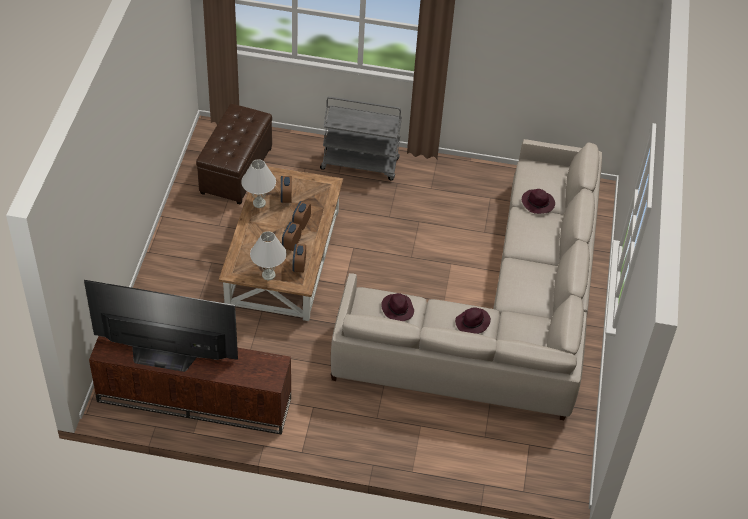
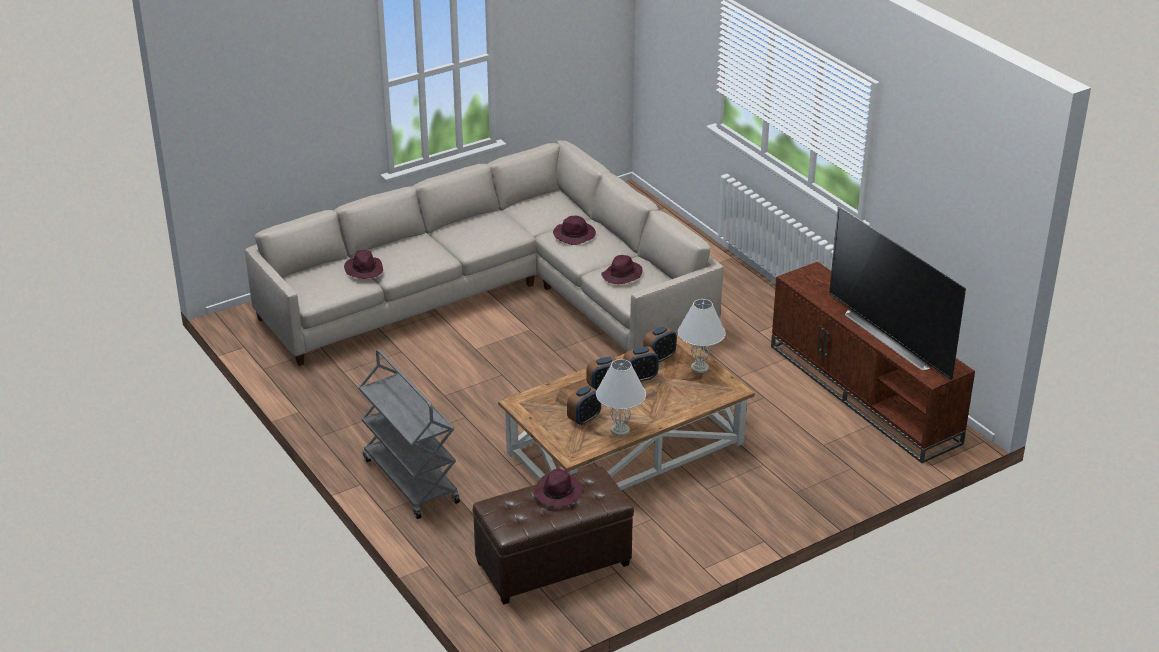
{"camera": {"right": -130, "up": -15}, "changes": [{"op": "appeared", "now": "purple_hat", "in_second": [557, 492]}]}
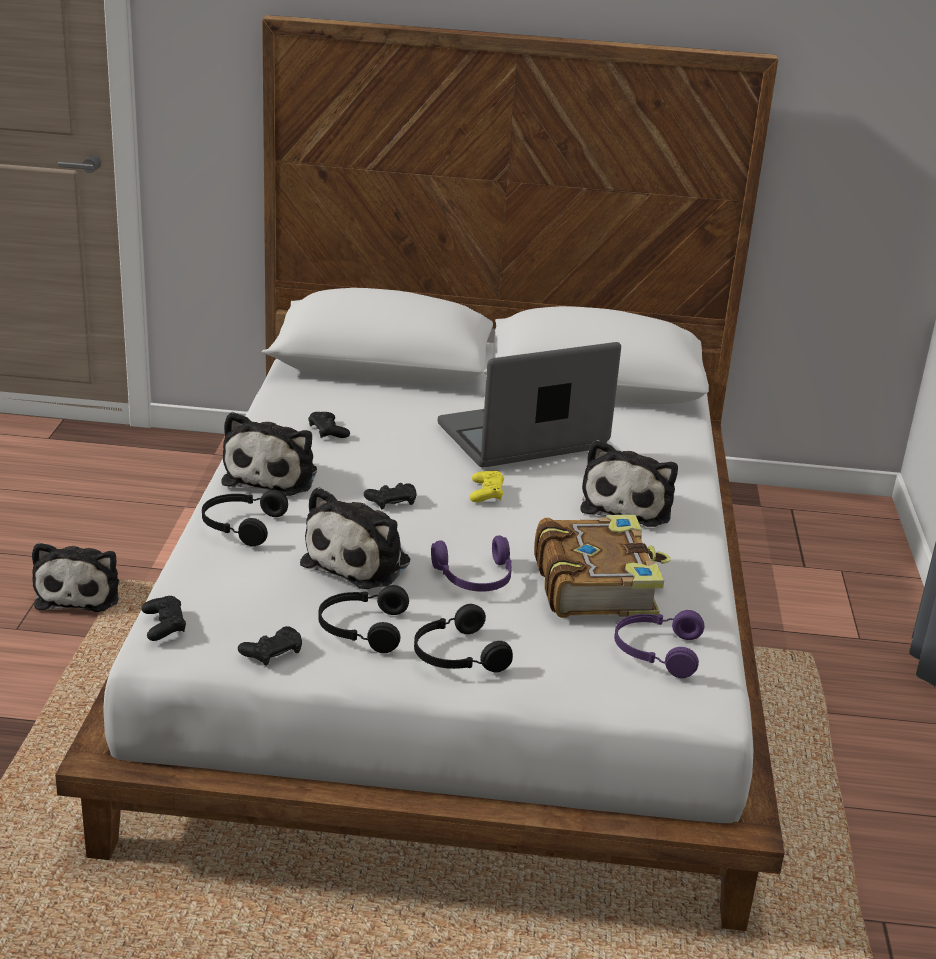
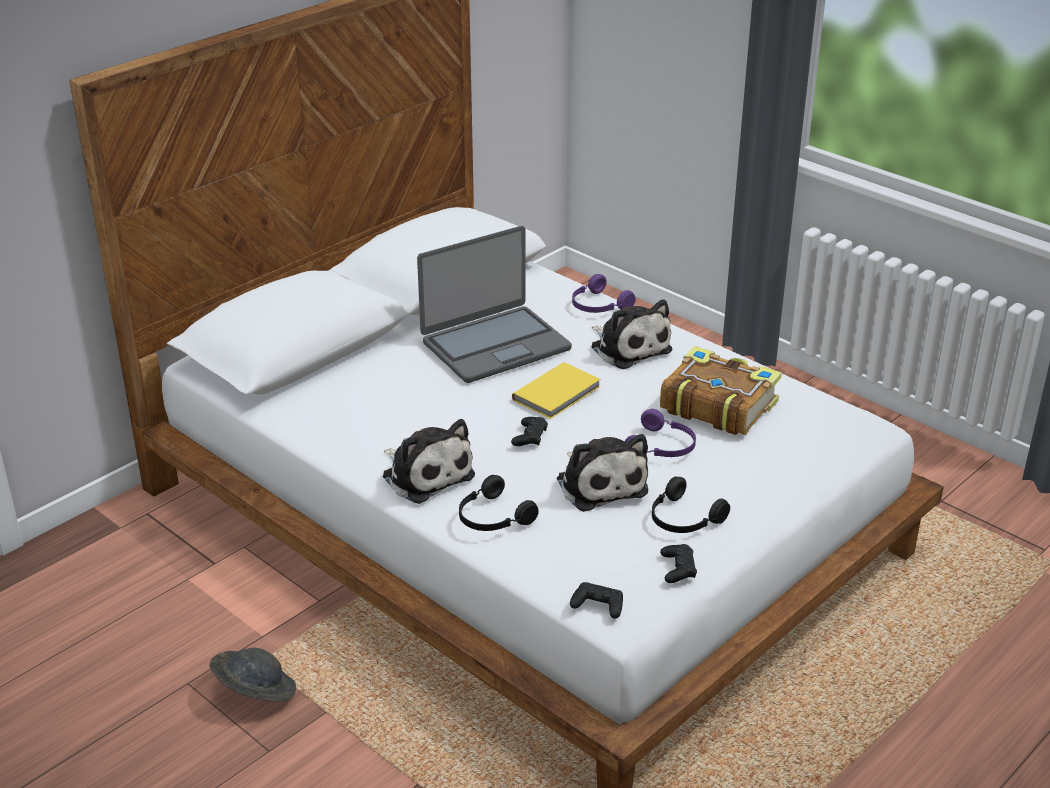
{"camera": {"right": -50, "up": 5}, "changes": [{"op": "spun", "was": "laptop", "in_first": [523, 437], "in_second": [495, 345], "clockwise": -135}, {"op": "missing", "was": "blackish_gamepad", "in_first": [328, 431]}, {"op": "exchanged", "was": "yellowish_gamepad", "now": "yellowish_bound_book", "in_first": [486, 492], "in_second": [559, 393]}, {"op": "exchanged", "was": "soft_toy", "now": "greyish_hat", "in_first": [80, 592], "in_second": [254, 691]}, {"op": "missing", "was": "blackish_pair_of_headphones", "in_first": [456, 655]}, {"op": "relocated", "was": "purple_pair_of_headphones", "in_first": [656, 651], "in_second": [598, 306]}]}
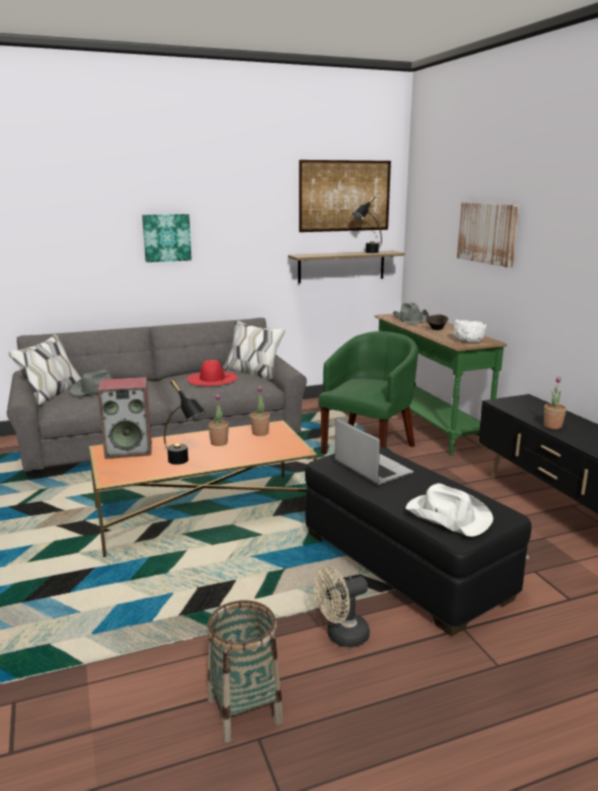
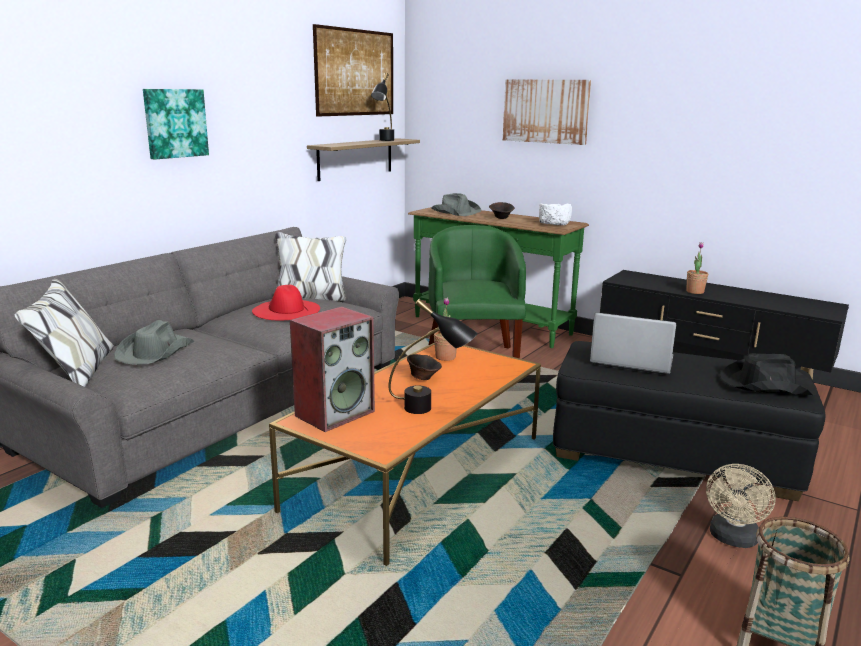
{"camera": {"right": -35, "up": 0}, "changes": [{"op": "exchanged", "was": "houseplant", "now": "brown_deep_dish", "in_first": [219, 443], "in_second": [423, 378]}, {"op": "colour", "was": "white_hat", "now": "blackish_hat", "in_first": [447, 515], "in_second": [765, 384]}]}
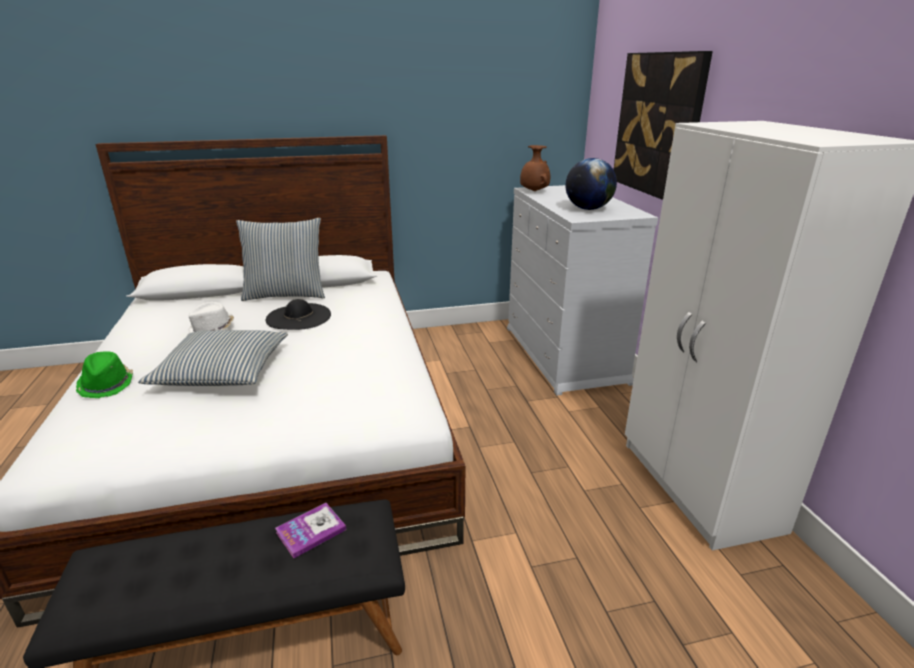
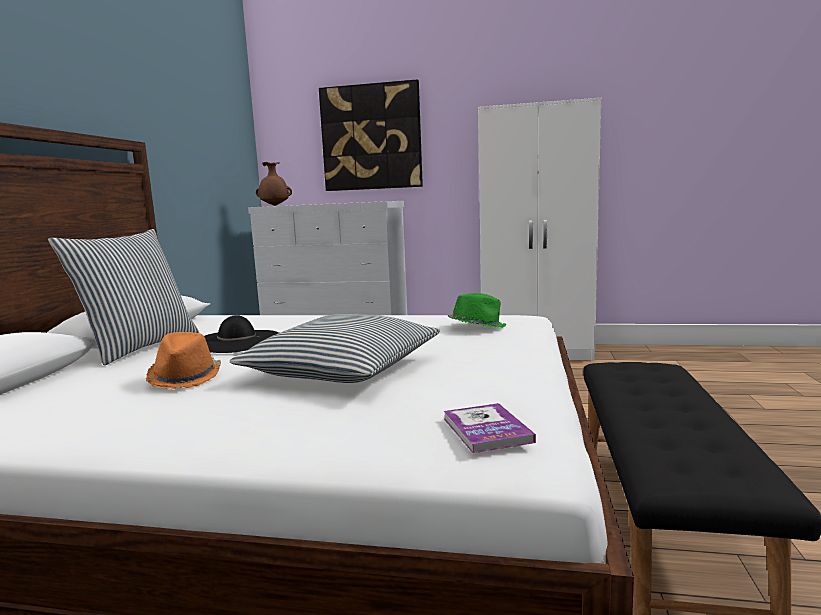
{"camera": {"right": -65, "up": -15}, "changes": [{"op": "missing", "was": "desk_globe", "in_first": [588, 209]}, {"op": "colour", "was": "white_hat", "now": "orangey_hat", "in_first": [212, 329], "in_second": [185, 377]}, {"op": "relocated", "was": "greenish_hat", "in_first": [107, 384], "in_second": [476, 326]}, {"op": "relocated", "was": "bound_book", "in_first": [311, 531], "in_second": [486, 430]}]}
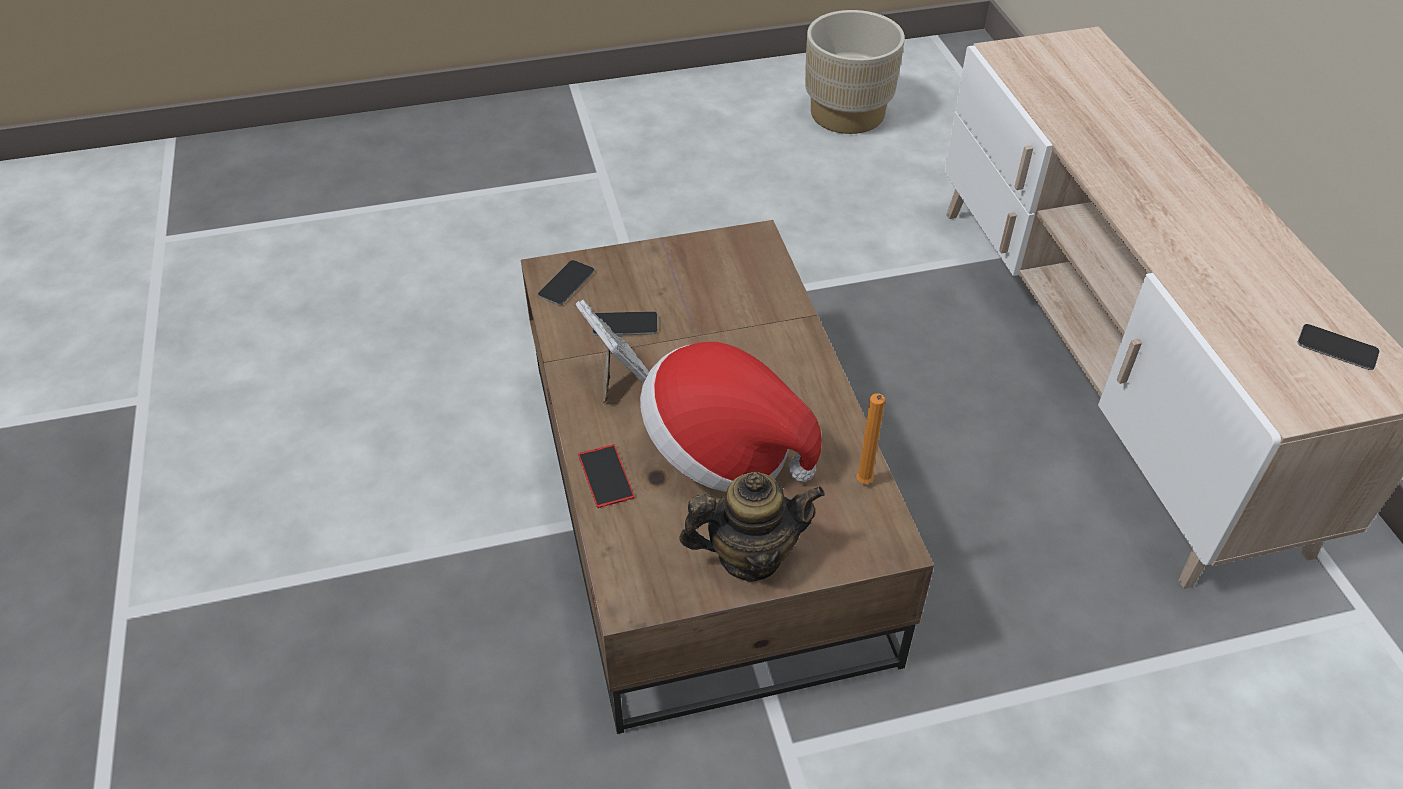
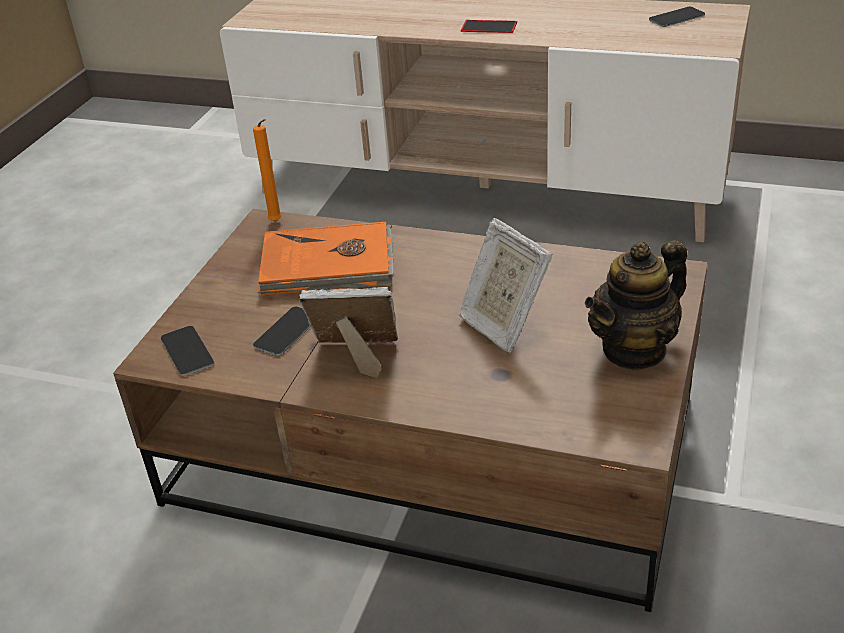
{"camera": {"right": -55, "up": -10}, "changes": [{"op": "missing", "was": "beige-coloured_plant_pot", "in_first": [847, 113]}, {"op": "exchanged", "was": "hat", "now": "standing_frame", "in_first": [724, 450], "in_second": [502, 324]}, {"op": "relocated", "was": "orangey_wax_light", "in_first": [863, 484], "in_second": [277, 222]}, {"op": "relocated", "was": "phone", "in_first": [605, 476], "in_second": [489, 27]}, {"op": "spun", "was": "pot_for_tea", "in_first": [749, 555], "in_second": [634, 349], "clockwise": -150}, {"op": "appeared", "now": "orangey_bound_book", "in_second": [328, 266]}]}
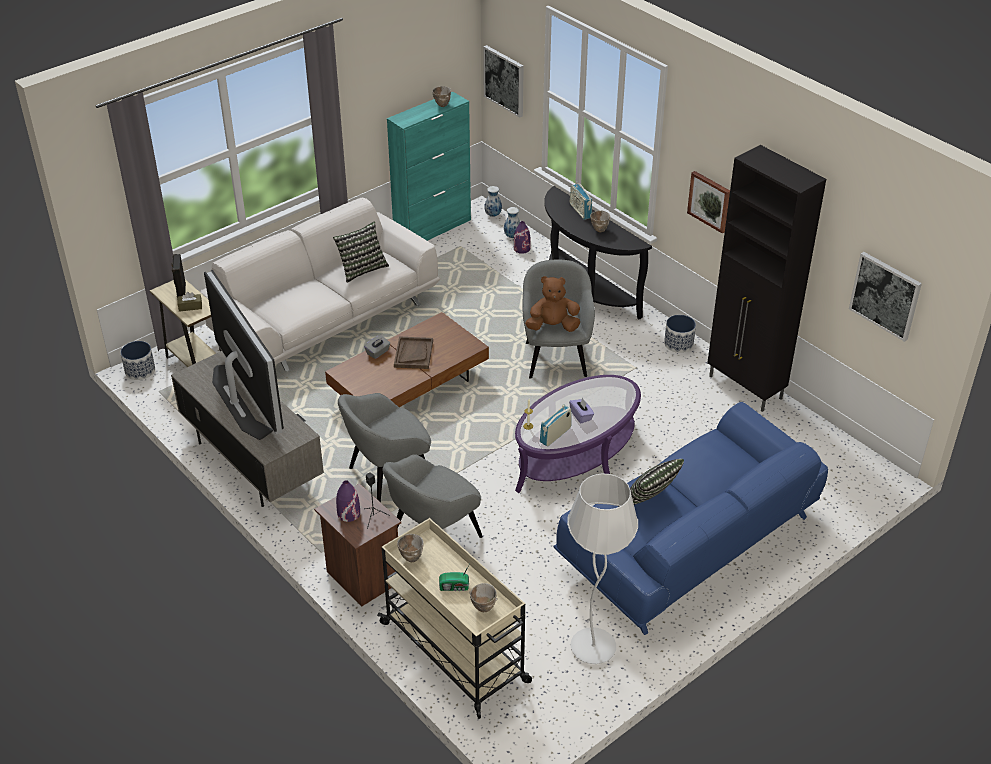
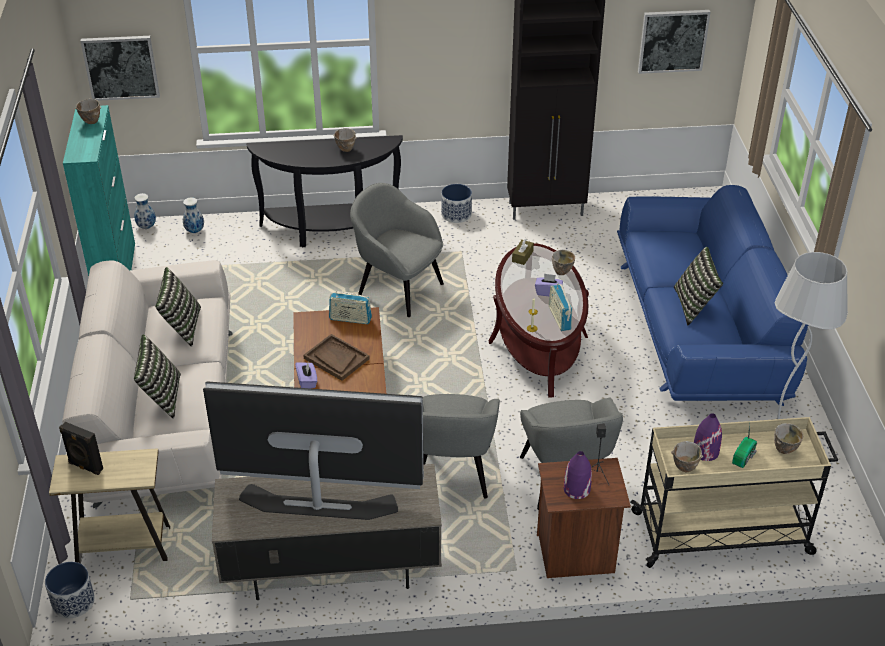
{"camera": {"right": -55, "up": 0}, "changes": [{"op": "missing", "was": "picture", "in_first": [710, 201]}, {"op": "relocated", "was": "radio", "in_first": [580, 211], "in_second": [350, 319]}, {"op": "relocated", "was": "purple_flower_vase", "in_first": [522, 248], "in_second": [705, 451]}, {"op": "missing", "was": "brown_soft_toy", "in_first": [553, 327]}, {"op": "relocated", "was": "brown_tissue_box", "in_first": [190, 306], "in_second": [522, 256]}, {"op": "colour", "was": "greyish_tissue_box", "now": "purple_tissue_box", "in_first": [378, 352], "in_second": [307, 381]}, {"op": "colour", "was": "purple_coffee_table", "now": "brown_coffee_table", "in_first": [576, 455], "in_second": [538, 339]}, {"op": "appeared", "now": "deep_dish", "in_second": [561, 273]}, {"op": "appeared", "now": "cushion", "in_second": [161, 397]}]}
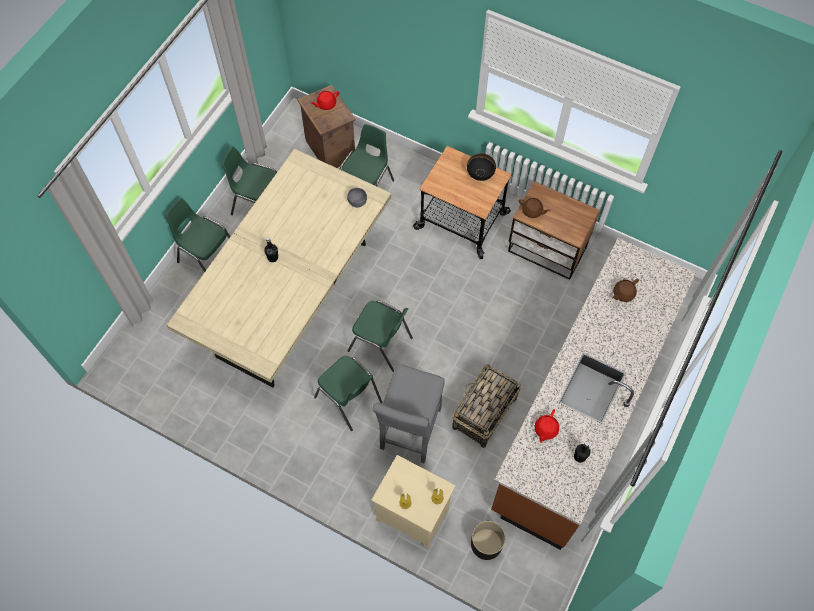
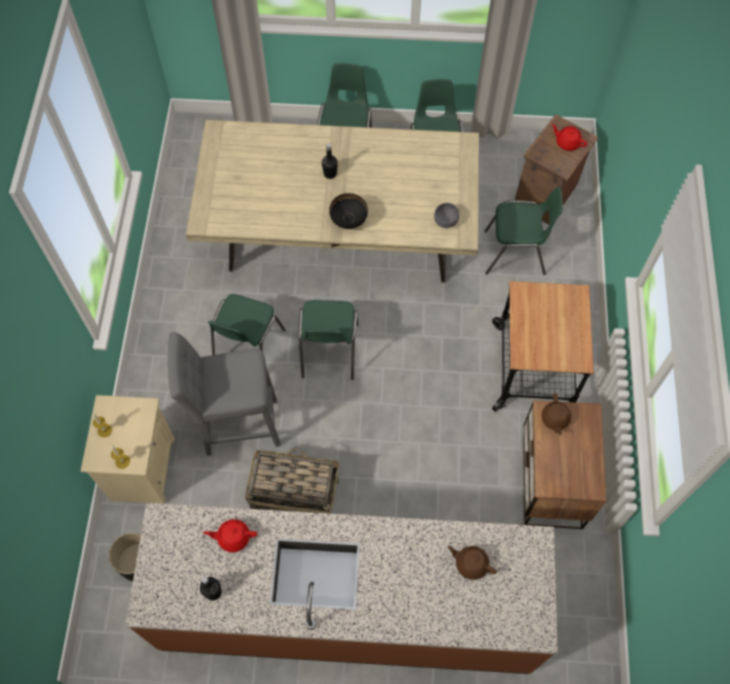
{"camera": {"right": 65, "up": 0}, "changes": [{"op": "relocated", "was": "blackish_deep_dish", "in_first": [480, 175], "in_second": [348, 221]}]}
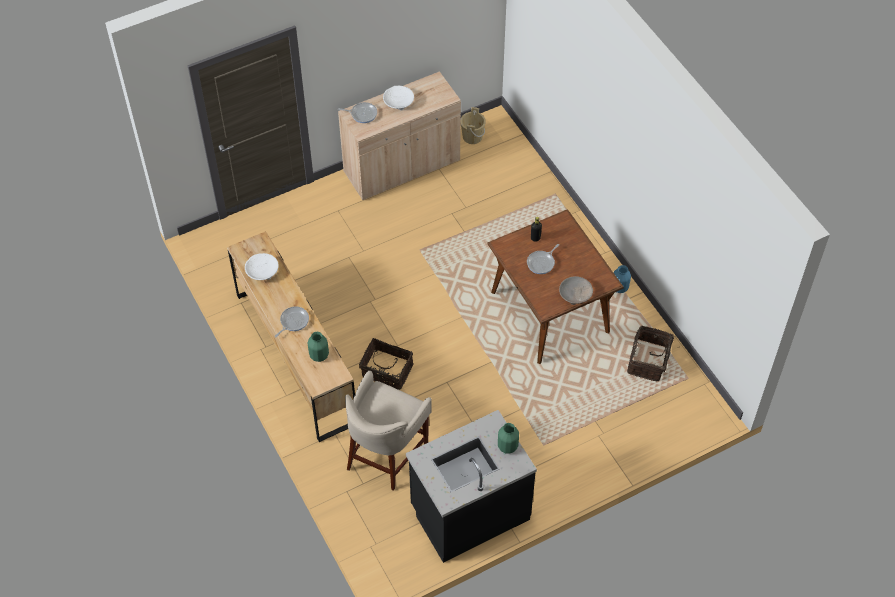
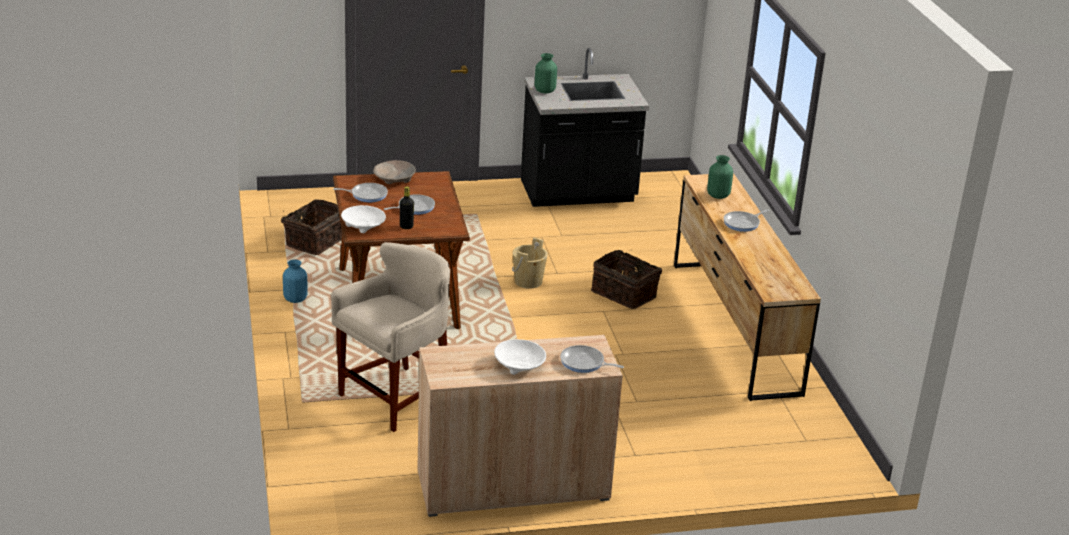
{"camera": {"right": -165, "up": -25}, "changes": [{"op": "relocated", "was": "beige-coloured_bucket", "in_first": [472, 136], "in_second": [528, 281]}, {"op": "relocated", "was": "white_deep_dish", "in_first": [262, 271], "in_second": [363, 225]}, {"op": "relocated", "was": "beige-coloured_sitting_stool", "in_first": [386, 455], "in_second": [396, 398]}, {"op": "appeared", "now": "skillet", "in_second": [367, 195]}]}
